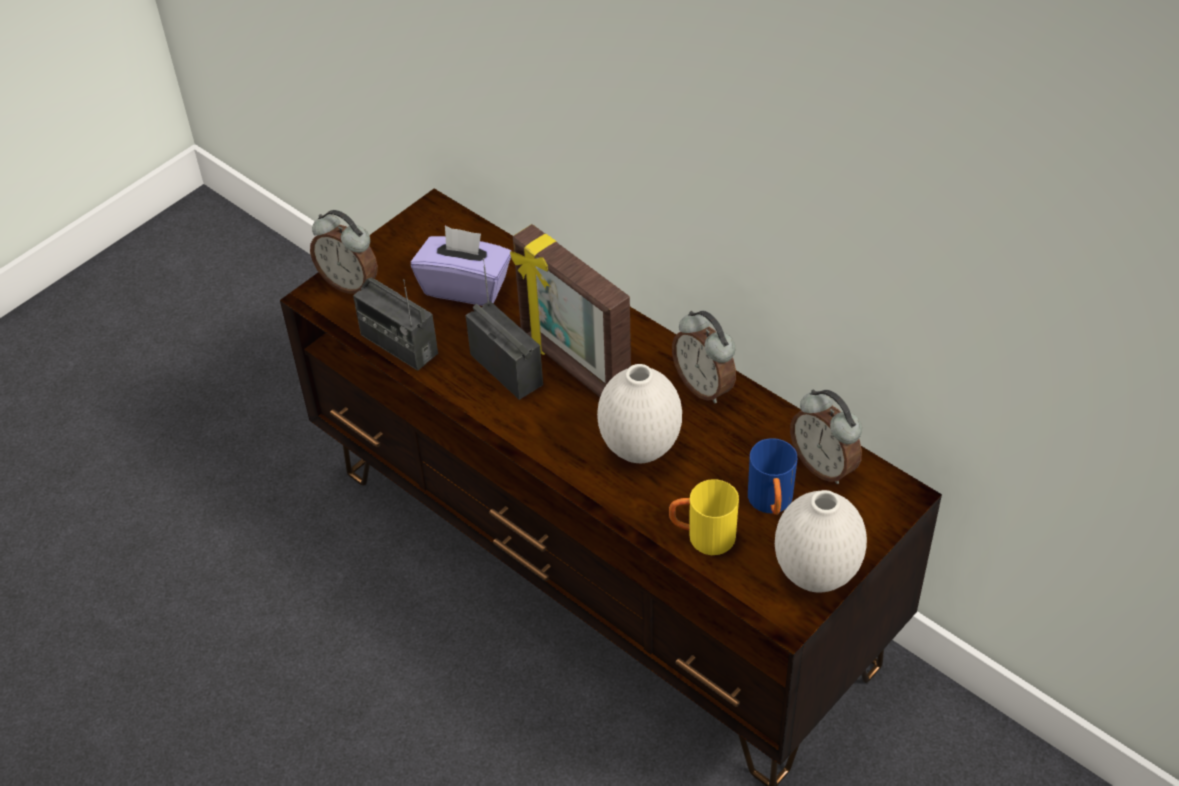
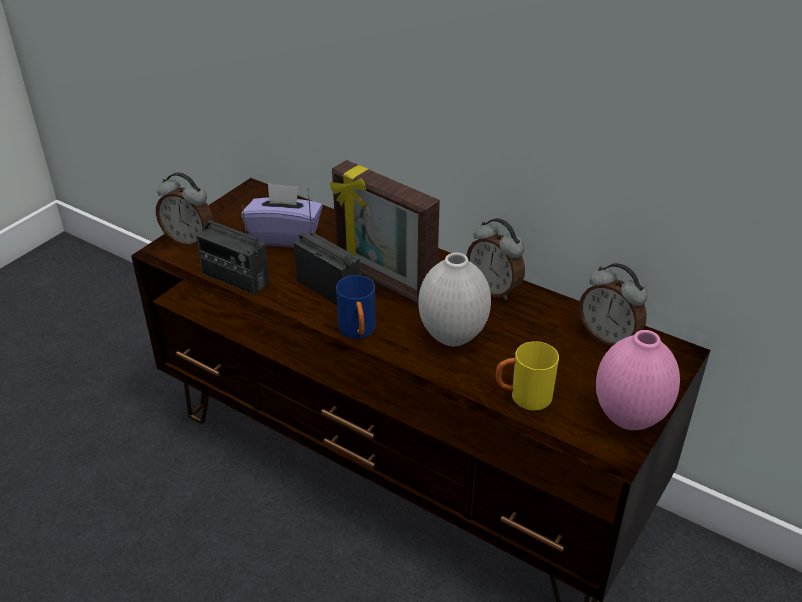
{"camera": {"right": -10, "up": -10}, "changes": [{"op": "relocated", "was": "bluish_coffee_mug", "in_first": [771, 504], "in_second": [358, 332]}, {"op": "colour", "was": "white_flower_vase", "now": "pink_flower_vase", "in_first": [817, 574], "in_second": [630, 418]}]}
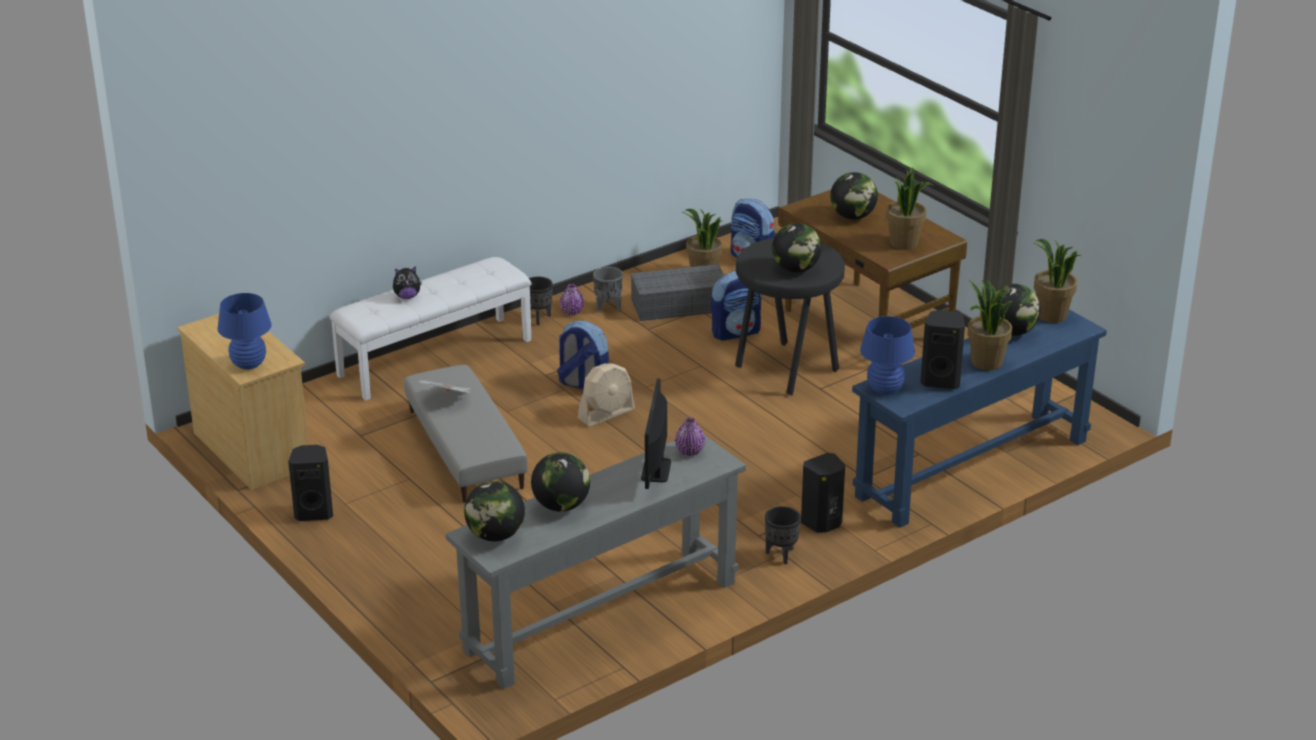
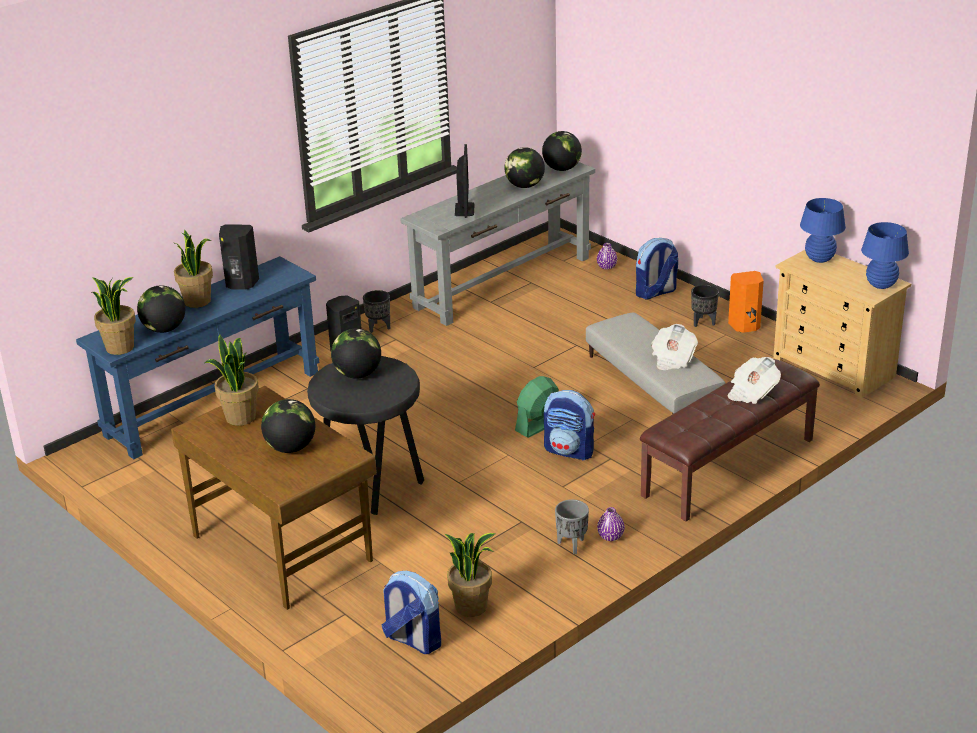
{"camera": {"right": 175, "up": 0}, "changes": [{"op": "colour", "was": "white_bench", "now": "brown_bench", "in_first": [435, 357], "in_second": [729, 468]}, {"op": "missing", "was": "greyish_storage_box", "in_first": [680, 304]}, {"op": "exchanged", "was": "soft_toy", "now": "newspaper", "in_first": [407, 296], "in_second": [751, 392]}, {"op": "relocated", "was": "rucksack", "in_first": [736, 332], "in_second": [655, 293]}, {"op": "relocated", "was": "blackish_plant_pot", "in_first": [538, 318], "in_second": [703, 322]}, {"op": "relocated", "was": "bluish_tabletop_lamp", "in_first": [884, 389], "in_second": [881, 285]}, {"op": "colour", "was": "beige-coloured_cooling_fan", "now": "greenish_cooling_fan", "in_first": [606, 414], "in_second": [539, 424]}, {"op": "relocated", "was": "purple_flower_vase", "in_first": [689, 451], "in_second": [606, 267]}, {"op": "colour", "was": "blackish_loudspeaker", "now": "orangey_loudspeaker", "in_first": [314, 512], "in_second": [745, 326]}]}
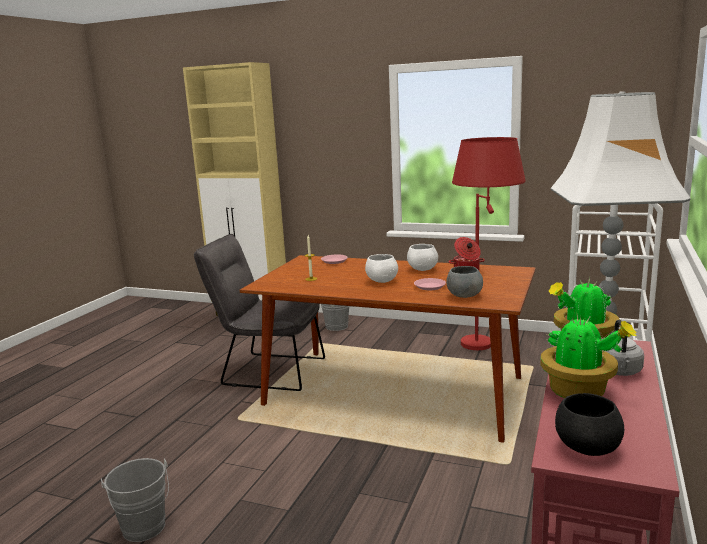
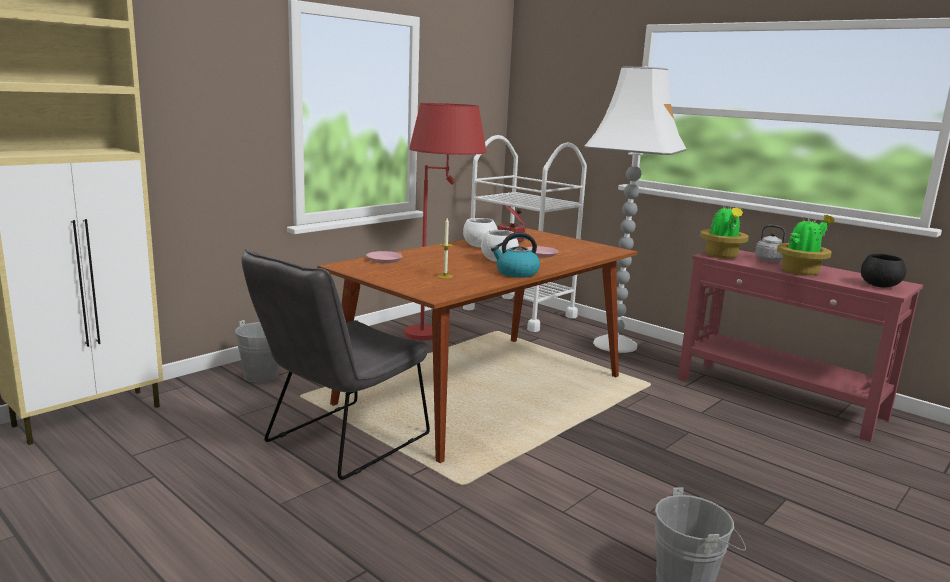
{"camera": {"right": -70, "up": 0}, "changes": [{"op": "missing", "was": "greyish_deep_dish", "in_first": [464, 295]}, {"op": "appeared", "now": "kettle", "in_second": [516, 273]}]}
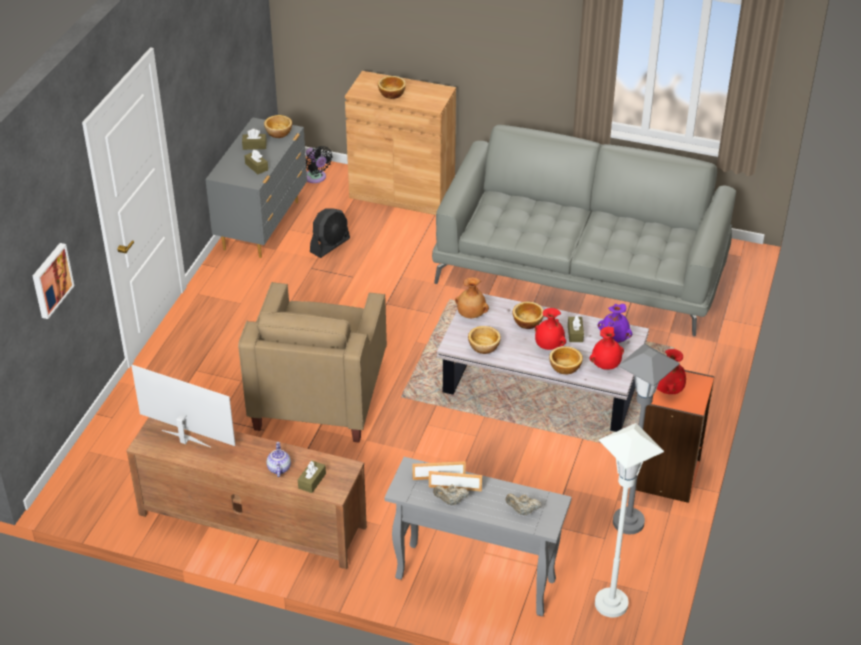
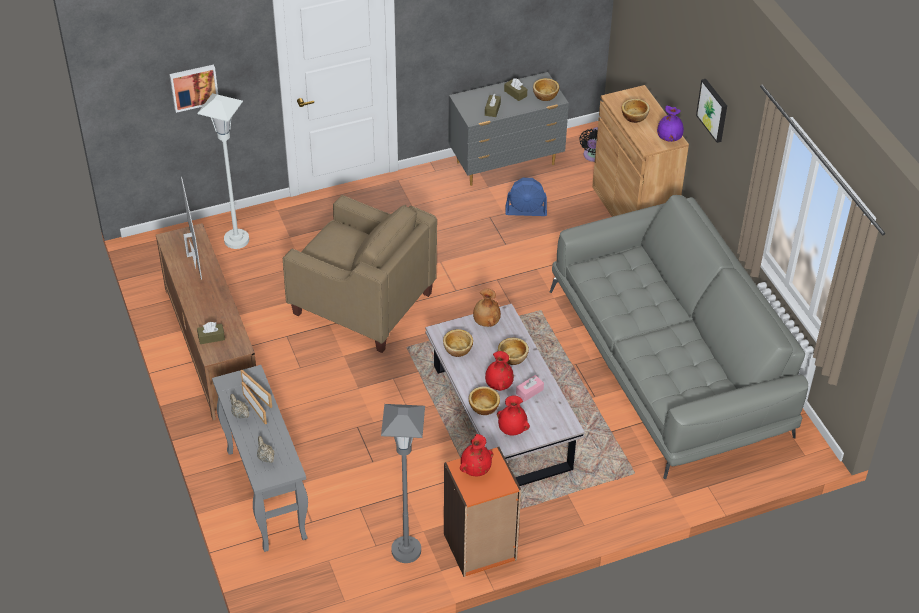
{"camera": {"right": 50, "up": 5}, "changes": [{"op": "colour", "was": "blackish_cooling_fan", "now": "bluish_cooling_fan", "in_first": [330, 245], "in_second": [526, 211]}, {"op": "spun", "was": "beige-coloured_armchair", "in_first": [318, 395], "in_second": [362, 304], "clockwise": -120}, {"op": "relocated", "was": "purple_flower_vase", "in_first": [614, 338], "in_second": [669, 138]}, {"op": "colour", "was": "brown_tissue_box", "now": "pink_tissue_box", "in_first": [575, 333], "in_second": [529, 391]}, {"op": "relocated", "was": "white_standing_lamp", "in_first": [611, 604], "in_second": [236, 240]}, {"op": "missing", "was": "pot_for_tea", "in_first": [278, 468]}, {"op": "appeared", "now": "picture", "in_second": [713, 110]}]}
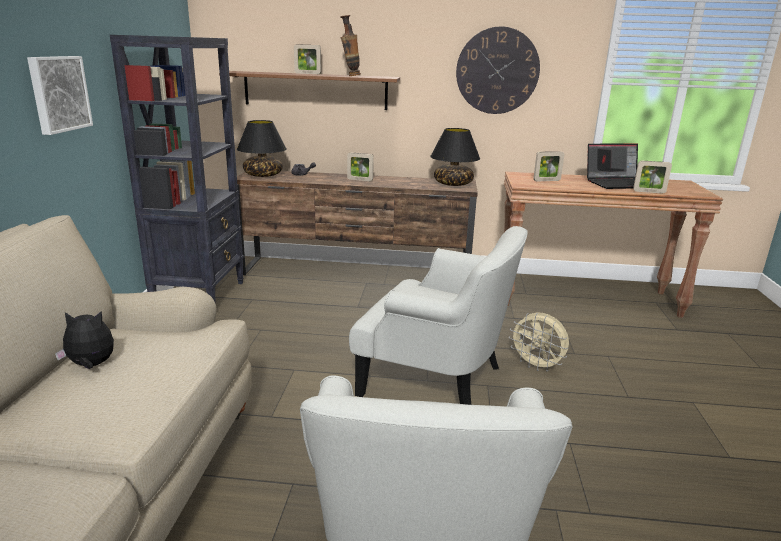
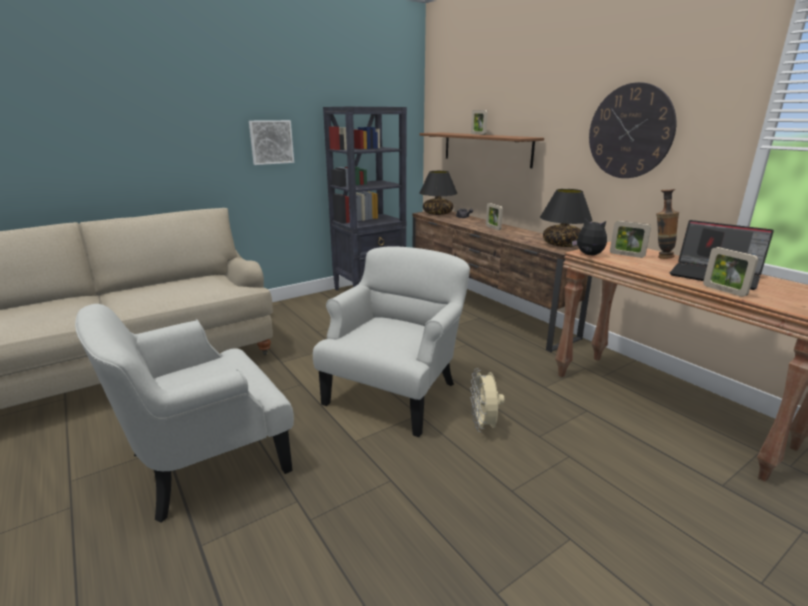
{"camera": {"right": 50, "up": 0}, "changes": [{"op": "relocated", "was": "flower_vase", "in_first": [350, 76], "in_second": [660, 257]}, {"op": "spun", "was": "white_armchair", "in_first": [436, 379], "in_second": [395, 392], "clockwise": -135}, {"op": "relocated", "was": "soft_toy", "in_first": [91, 365], "in_second": [588, 255]}]}
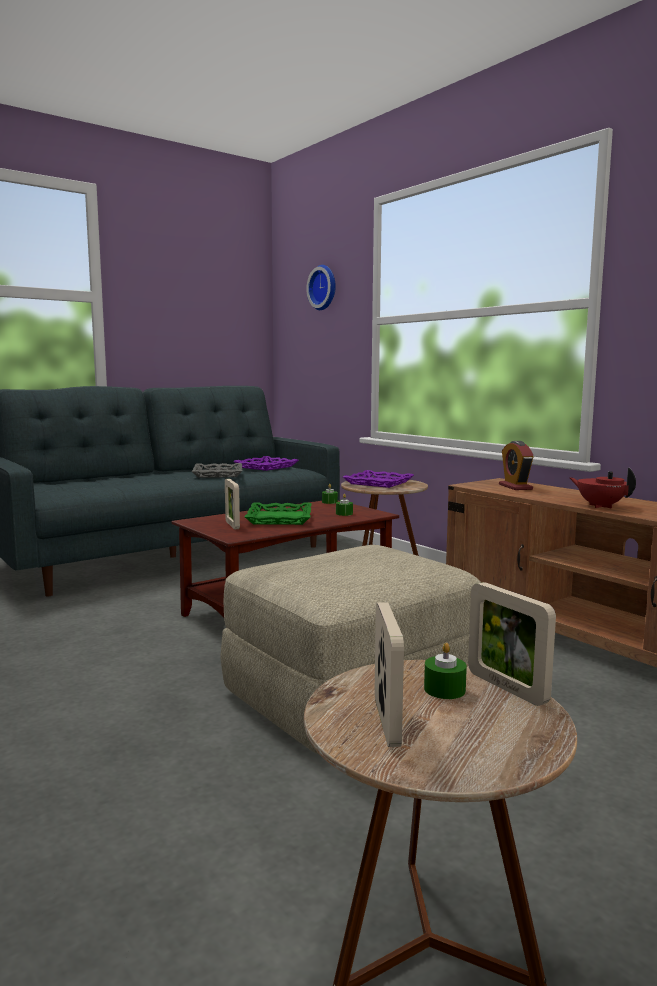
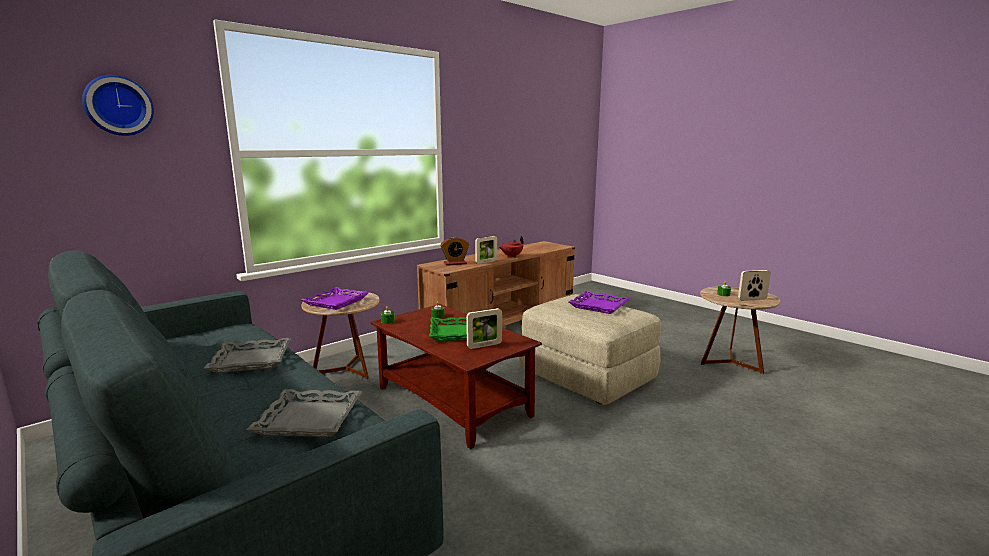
{"camera": {"right": -95, "up": 5}, "changes": [{"op": "relocated", "was": "purple_serving_tray", "in_first": [266, 467], "in_second": [599, 306]}, {"op": "relocated", "was": "standing_frame", "in_first": [506, 688], "in_second": [486, 262]}, {"op": "appeared", "now": "greyish_serving_tray", "in_second": [309, 419]}]}
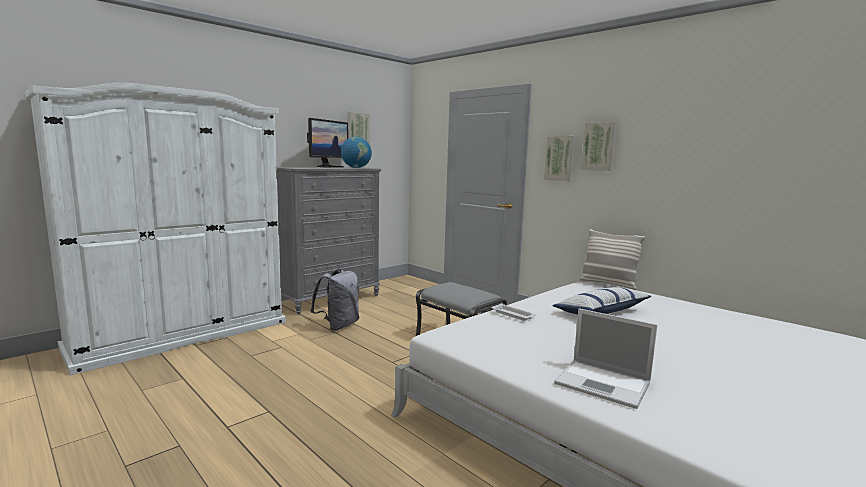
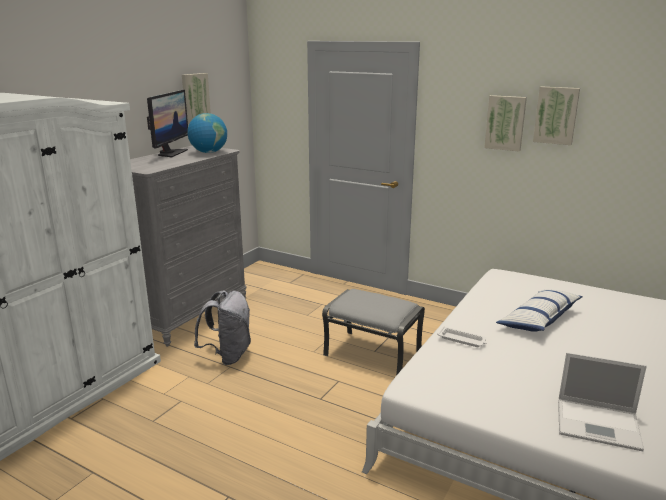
{"camera": {"right": -15, "up": 10}, "changes": [{"op": "relocated", "was": "picture", "in_first": [560, 158], "in_second": [556, 115]}, {"op": "missing", "was": "cushion", "in_first": [608, 284]}]}
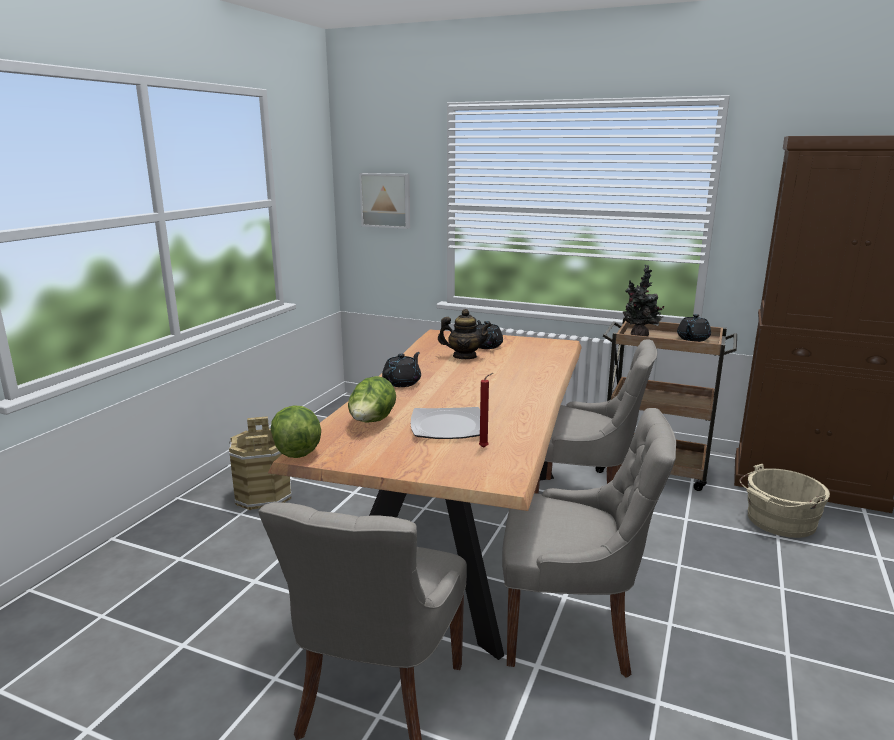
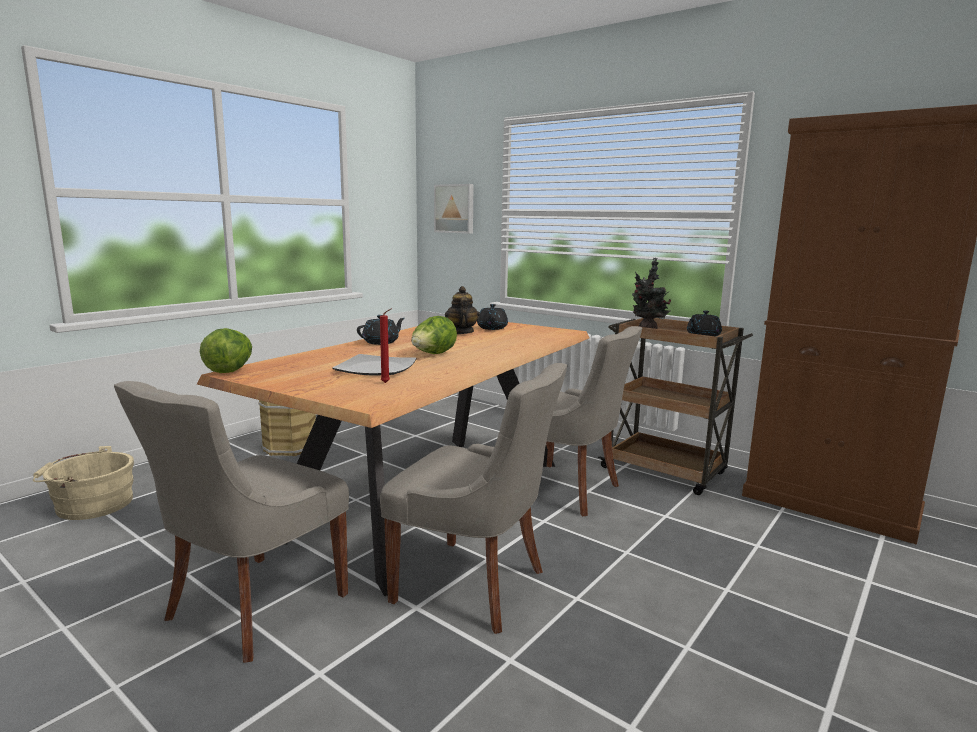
{"camera": {"right": 15, "up": -5}, "changes": [{"op": "spun", "was": "pot_for_tea", "in_first": [464, 356], "in_second": [461, 332], "clockwise": -120}, {"op": "relocated", "was": "head_of_lettuce", "in_first": [372, 423], "in_second": [433, 355]}, {"op": "relocated", "was": "beige-coloured_bucket", "in_first": [778, 521], "in_second": [90, 505]}]}
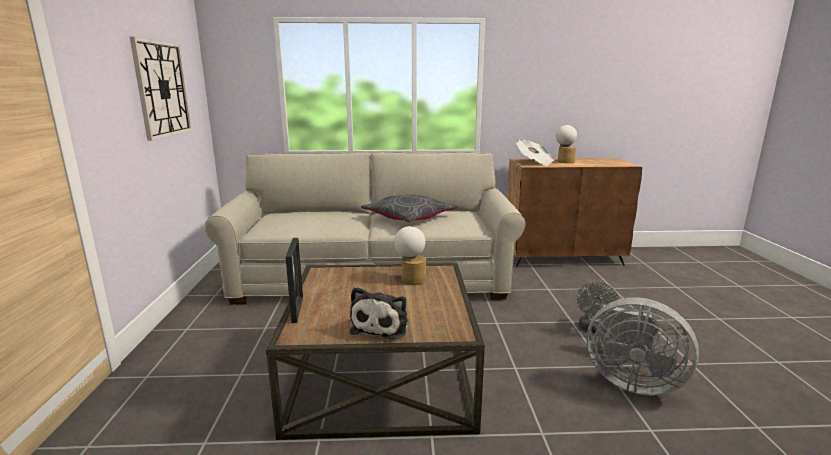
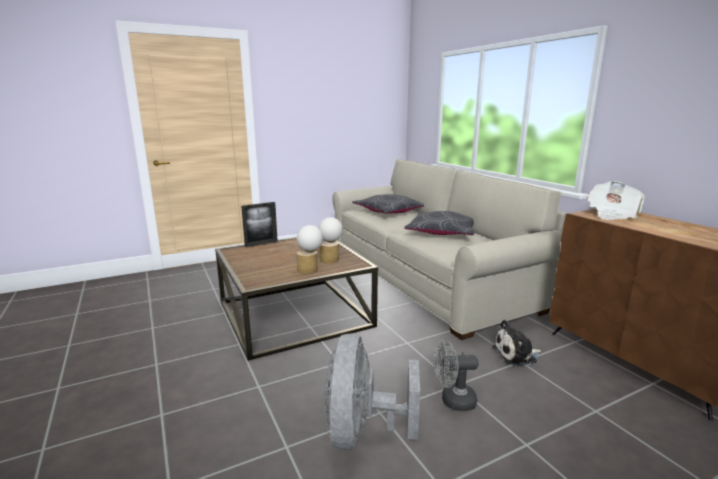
{"camera": {"right": 65, "up": 0}, "changes": [{"op": "missing", "was": "clock_on_the_wall", "in_first": [162, 89]}, {"op": "relocated", "was": "tabletop_lamp", "in_first": [564, 161], "in_second": [310, 269]}, {"op": "relocated", "was": "soft_toy", "in_first": [382, 325], "in_second": [517, 355]}, {"op": "appeared", "now": "greyish_cushion", "in_second": [389, 211]}]}
